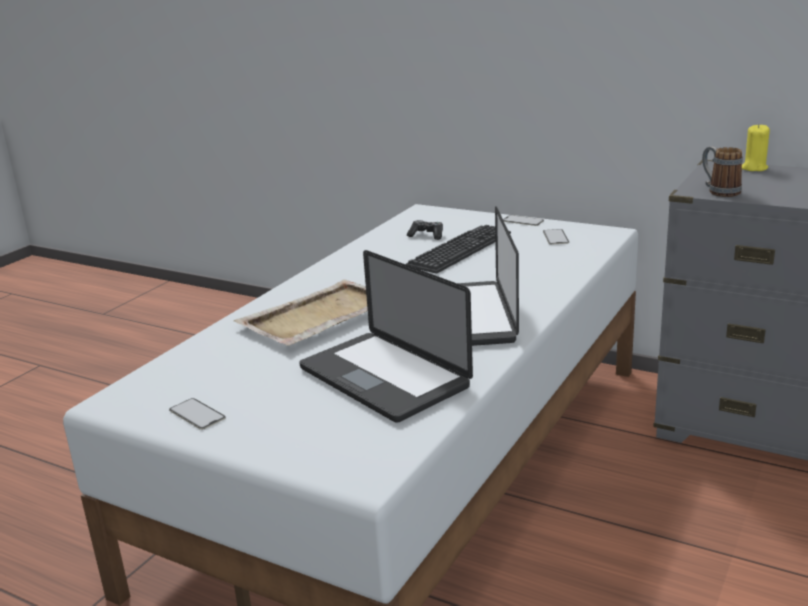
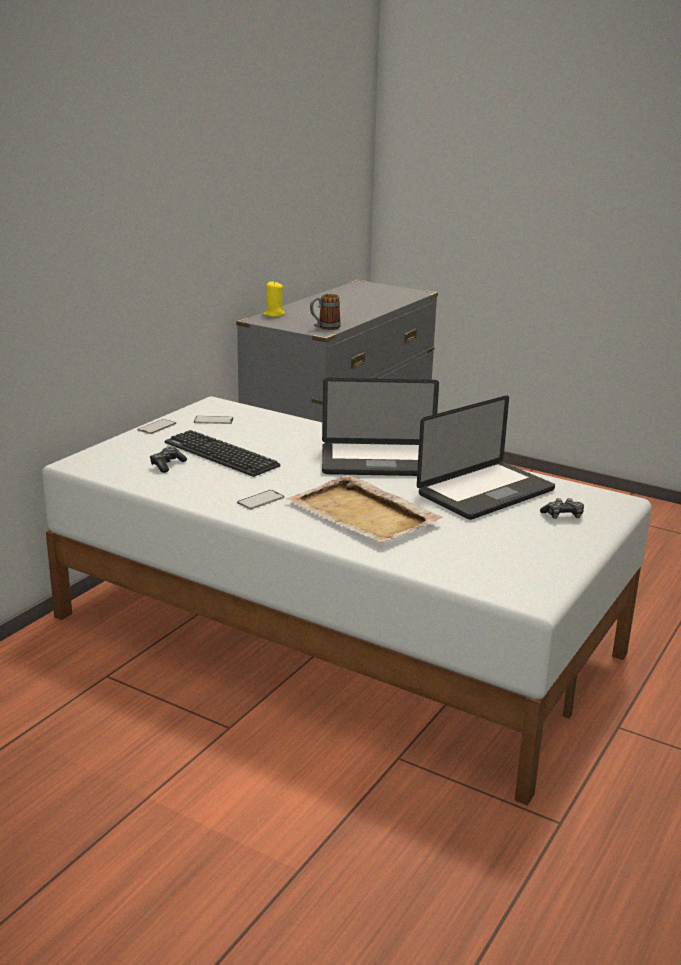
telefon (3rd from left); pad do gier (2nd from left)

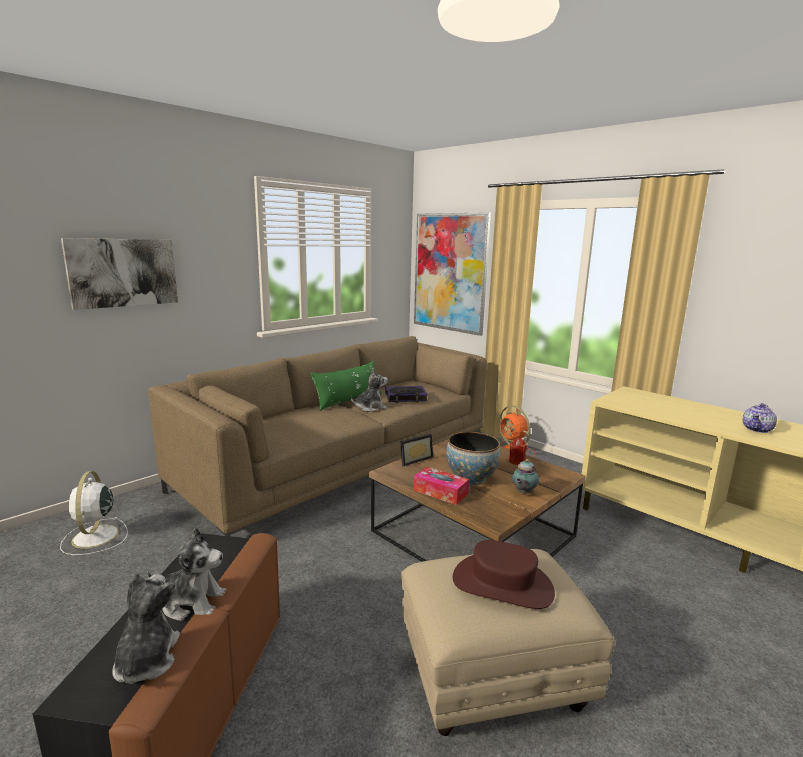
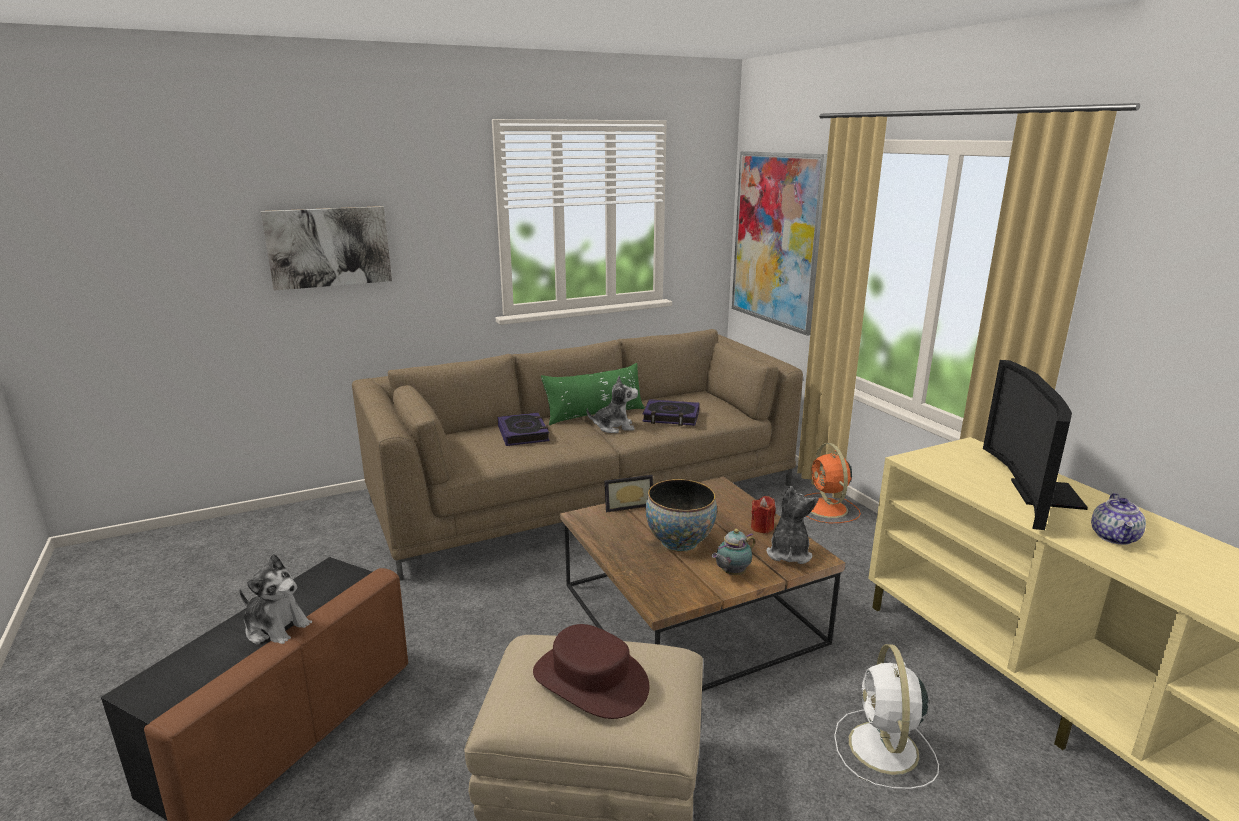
imbryk (2nd from left); pudełko chusteczek; wentylator [biały]; pluszak (3rd from left); telewizor; książka (1st from left)

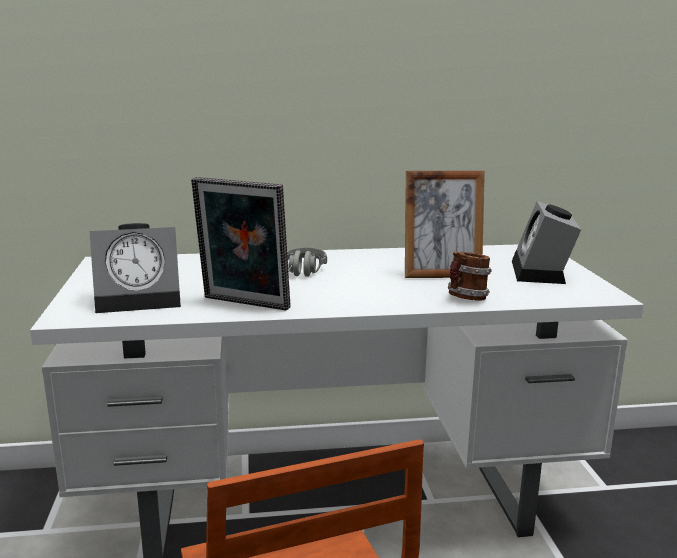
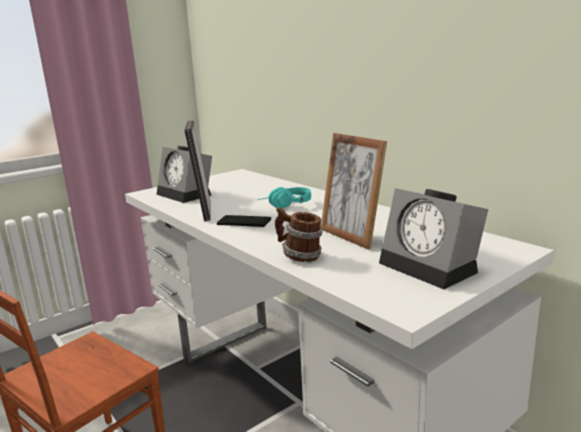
budzik (2nd from left); słuchawki [turkusowy]; telefon

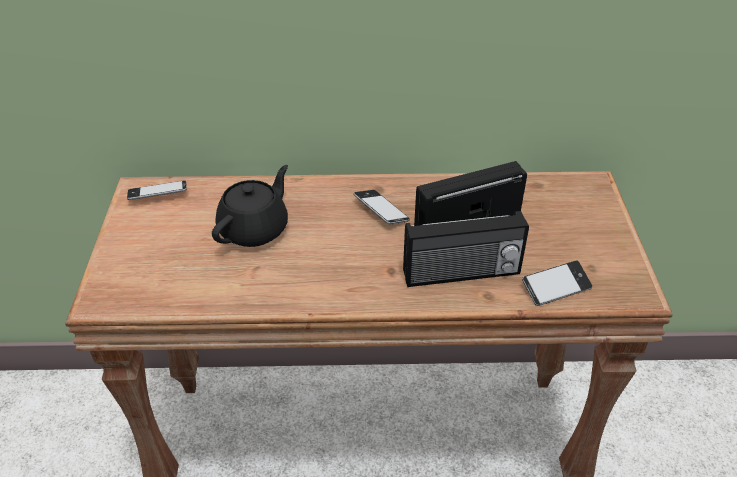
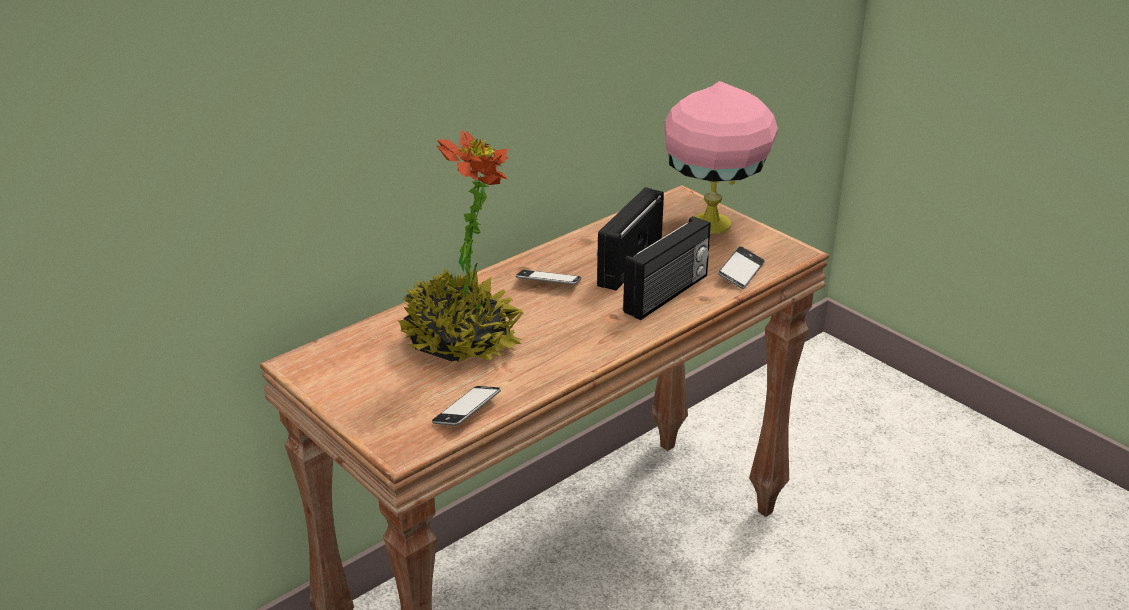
roślina doniczkowa; telefon (1st from left); lampa stołowa [różowy]

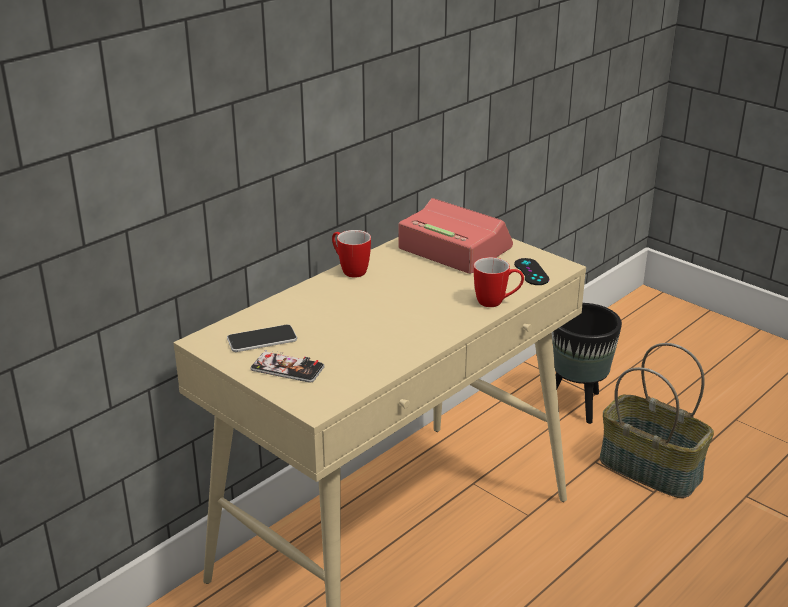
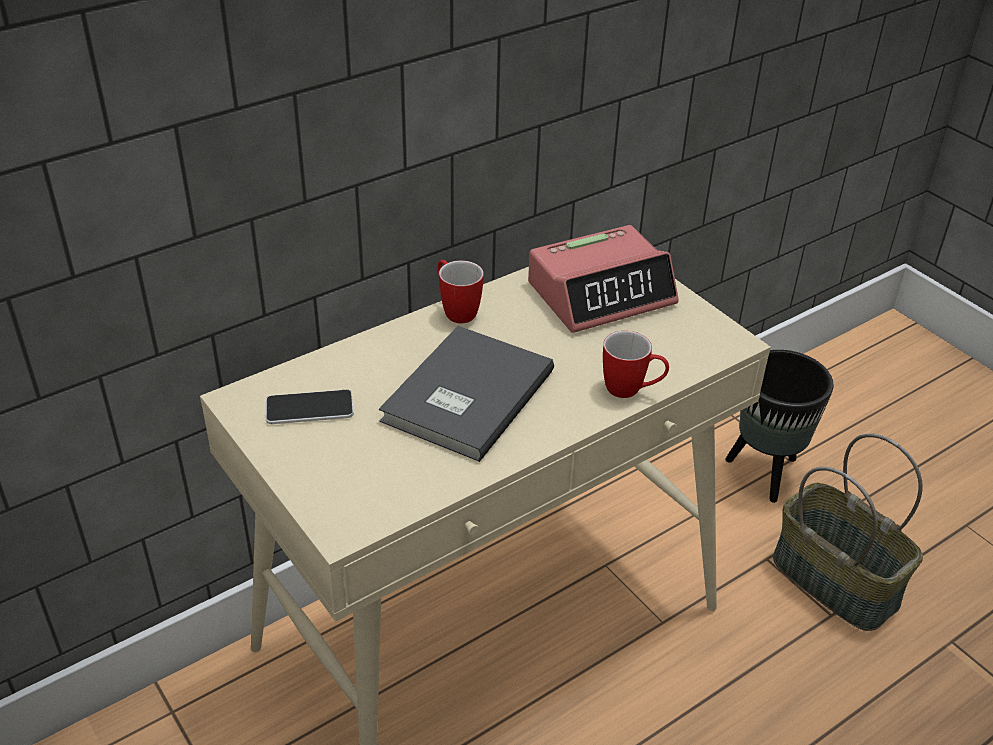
budzik; pad do gier [czarny]; telefon (2nd from left in the first image); książka [szary]

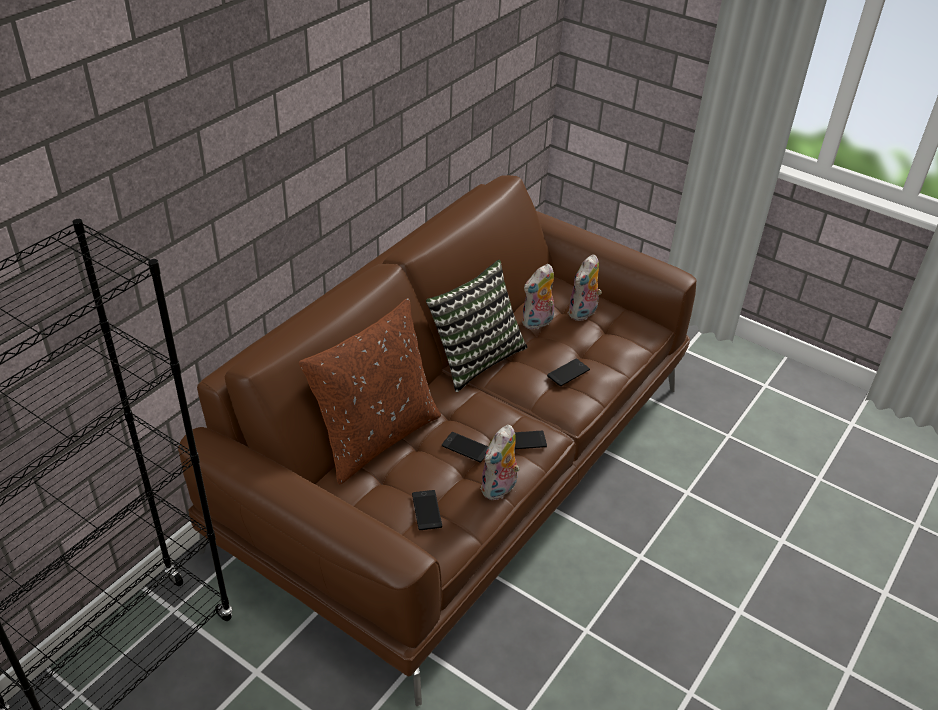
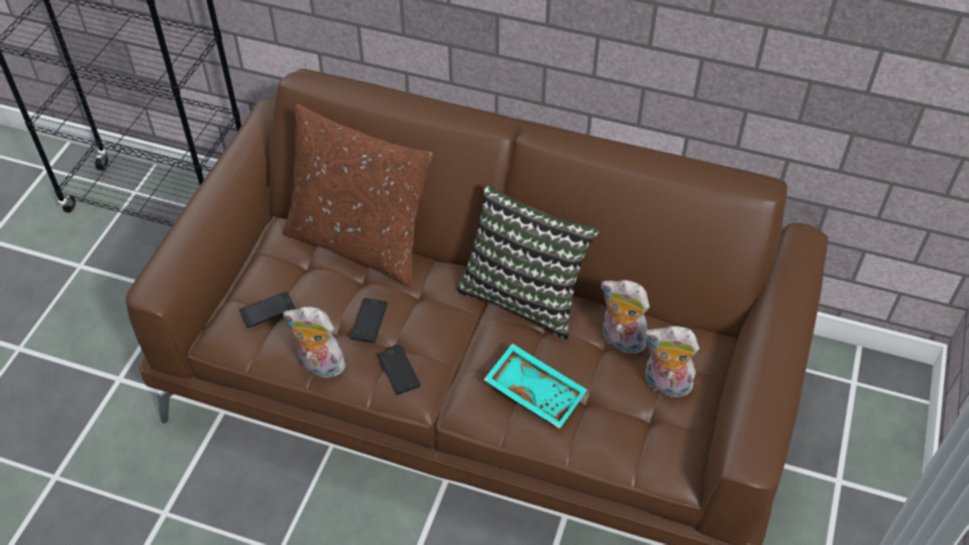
taca [turkusowy]

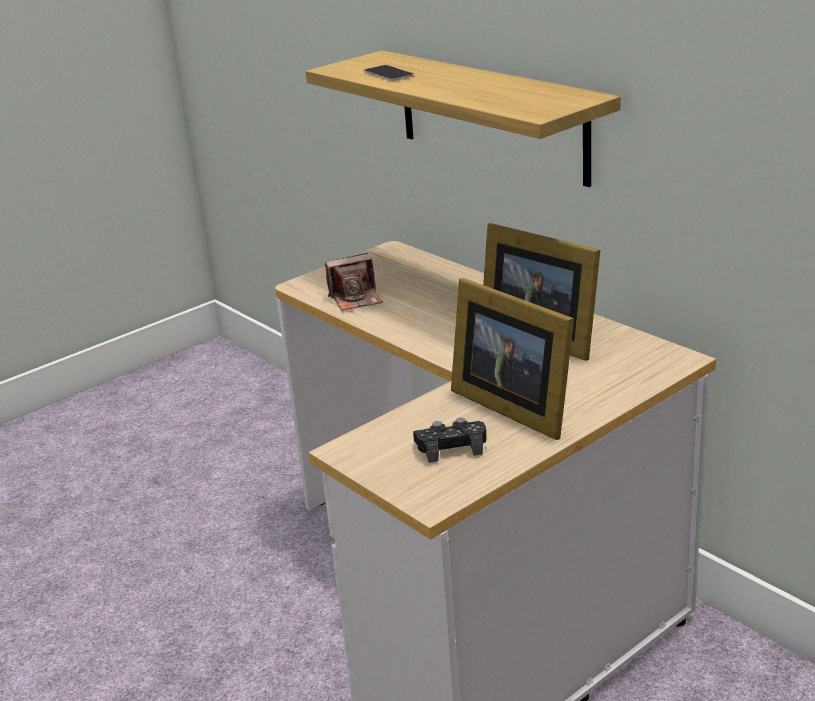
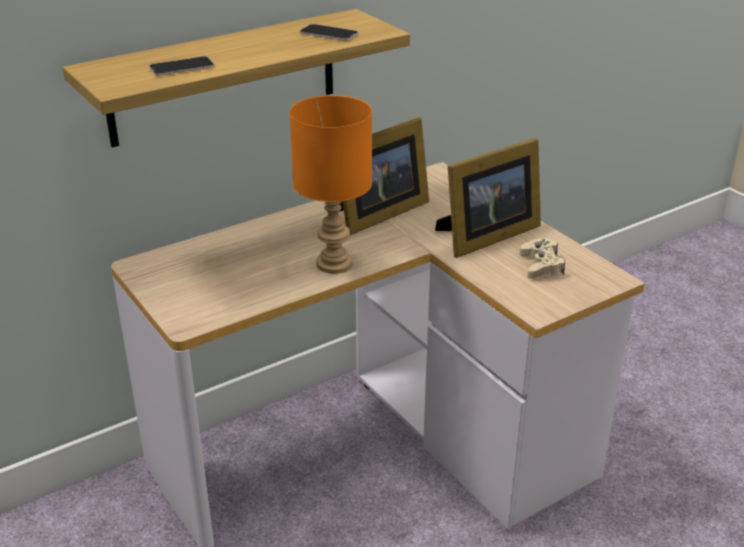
aparat fotograficzny; pad do gier [beżowy]; telefon (2nd from left); lampa stołowa [pomarańczowy]

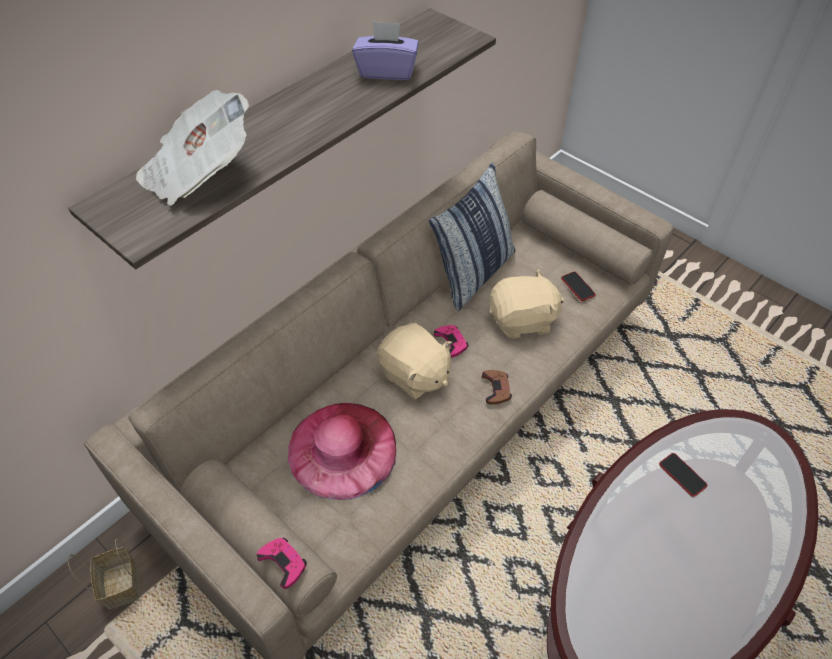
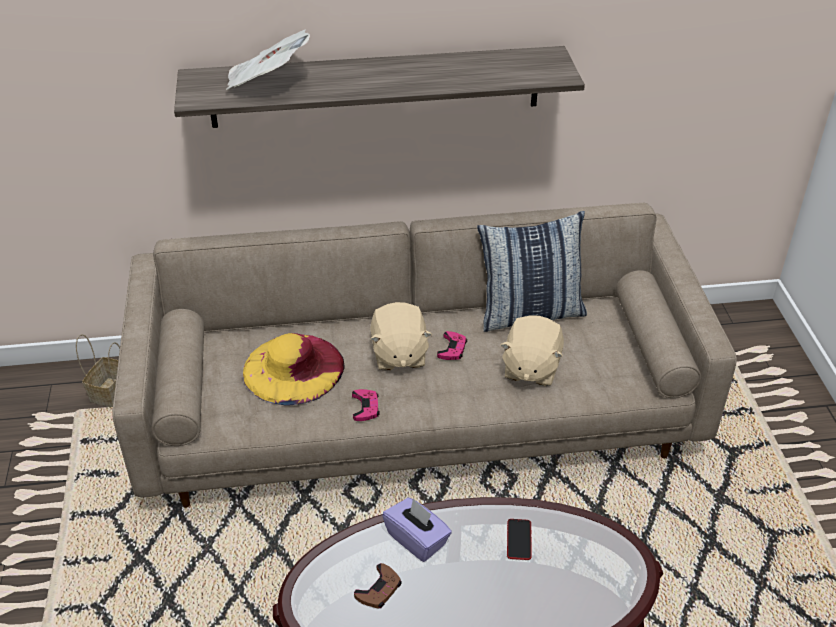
pudełko chusteczek [fioletowy]; pluszak [beżowy] (2nd from left); telefon (1st from left in the first image); pad do gier [brązowy]; kapelusz [żółty]; pad do gier [różowy] (1st from left)

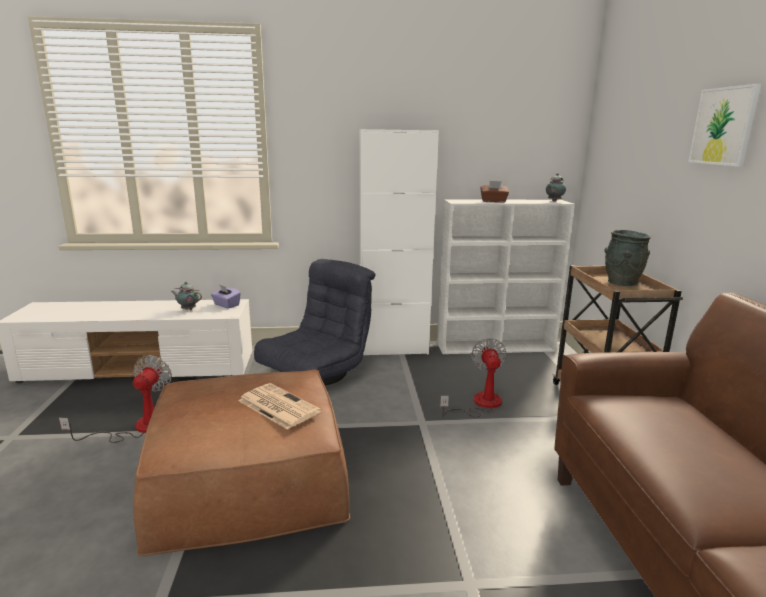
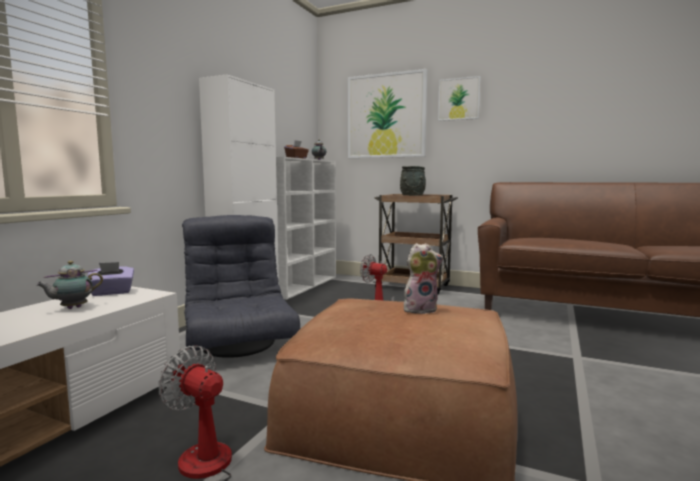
pluszak; obraz (1st from left)

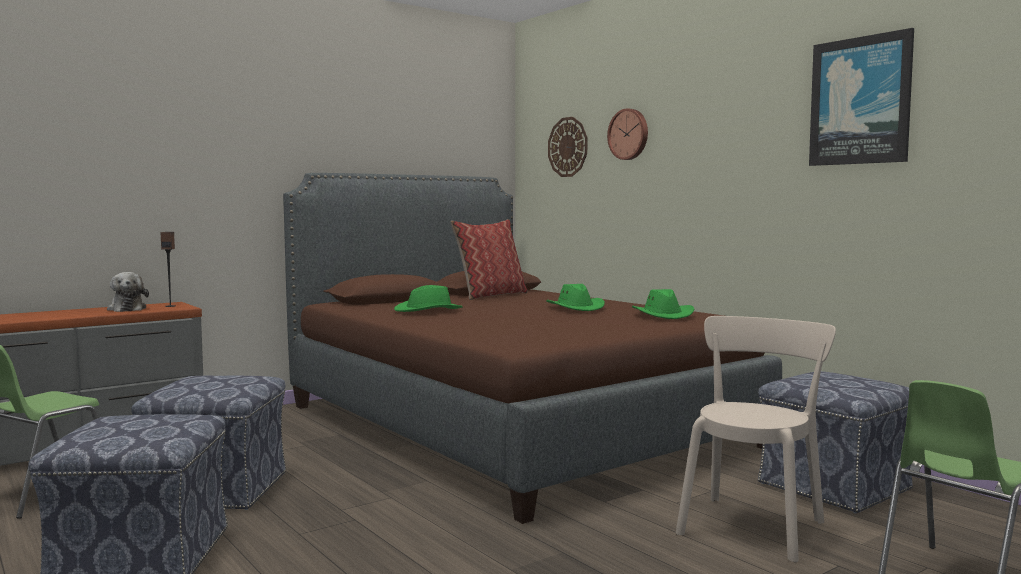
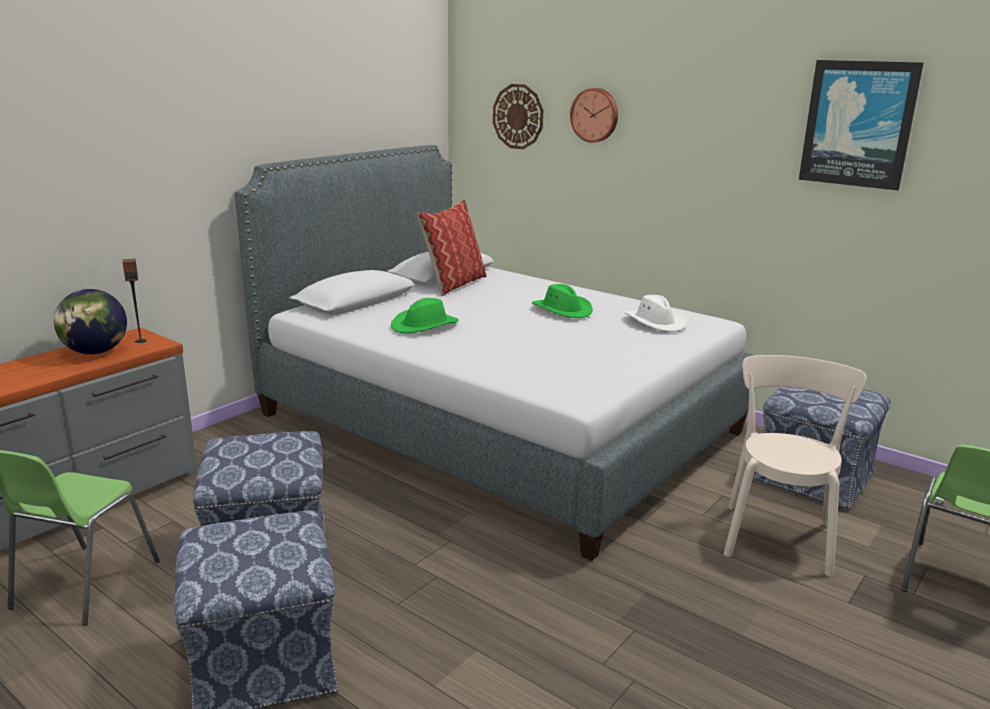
łóżko [szary]; globus; kapelusz [biały]

